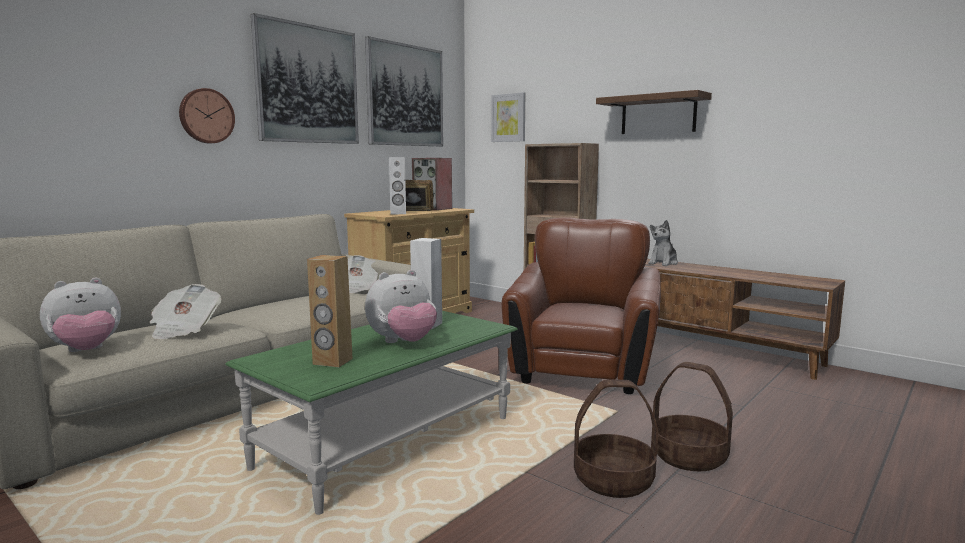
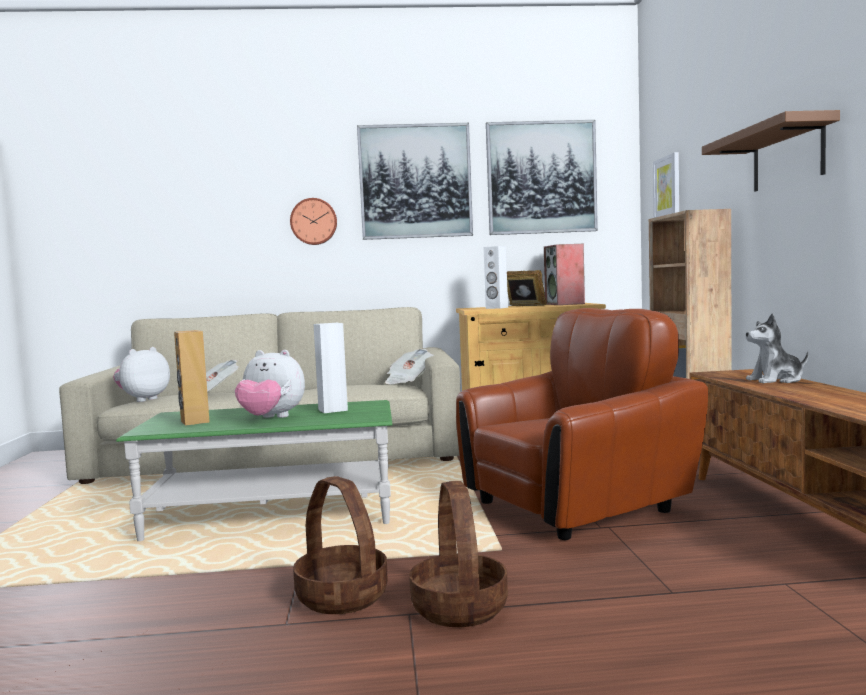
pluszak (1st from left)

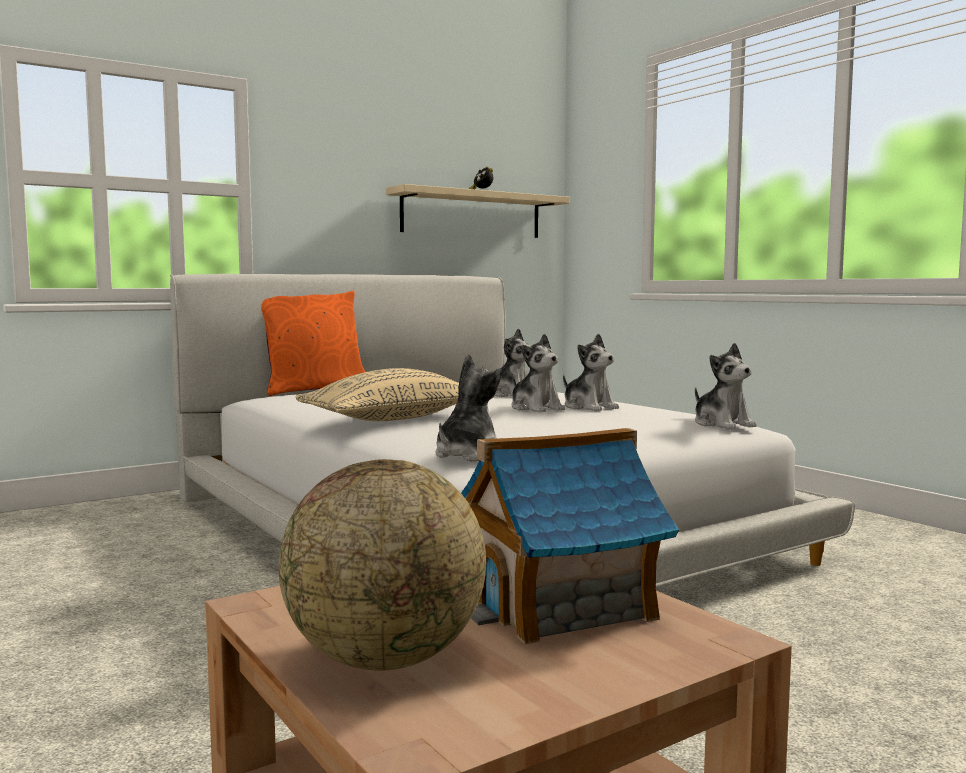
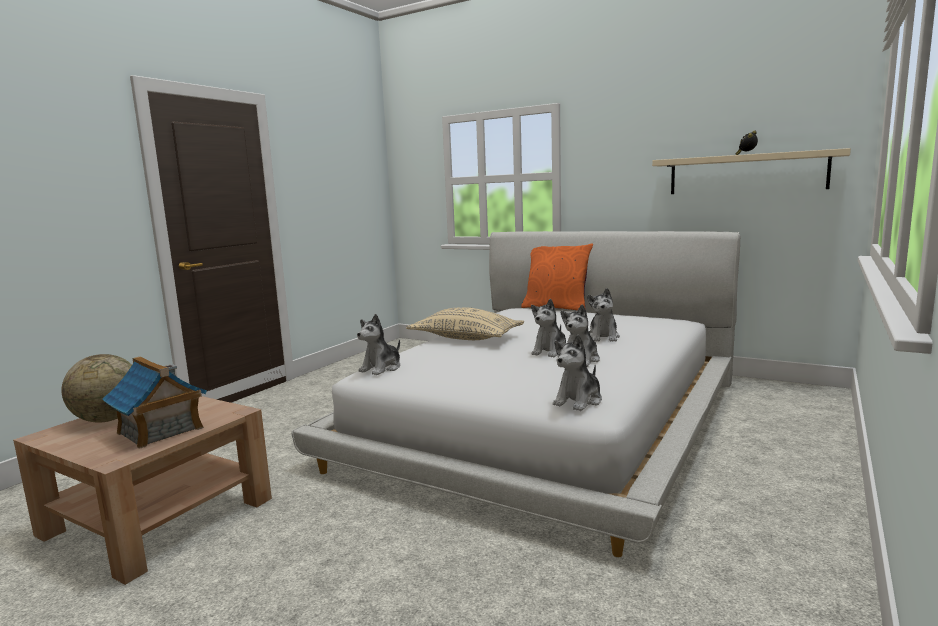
pluszak (1st from left)

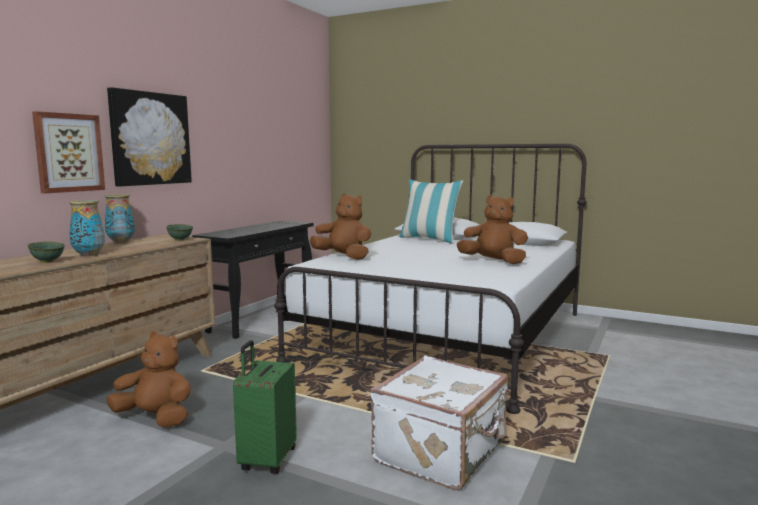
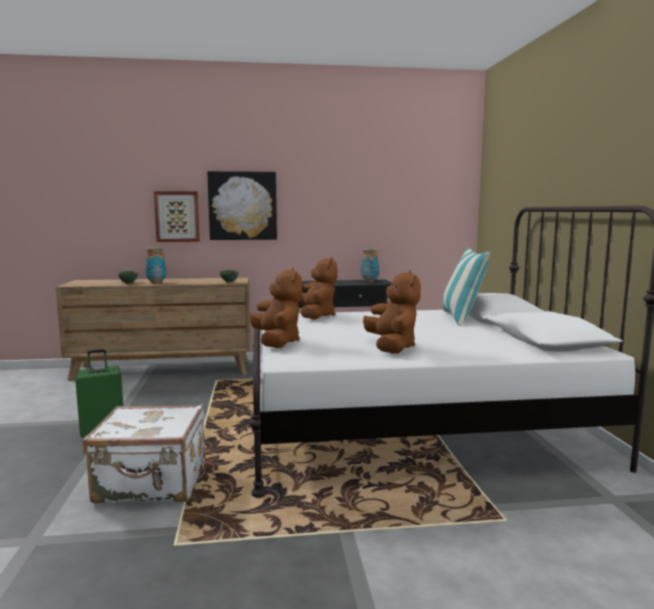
wazon (2nd from left); pluszak [brązowy] (1st from left)

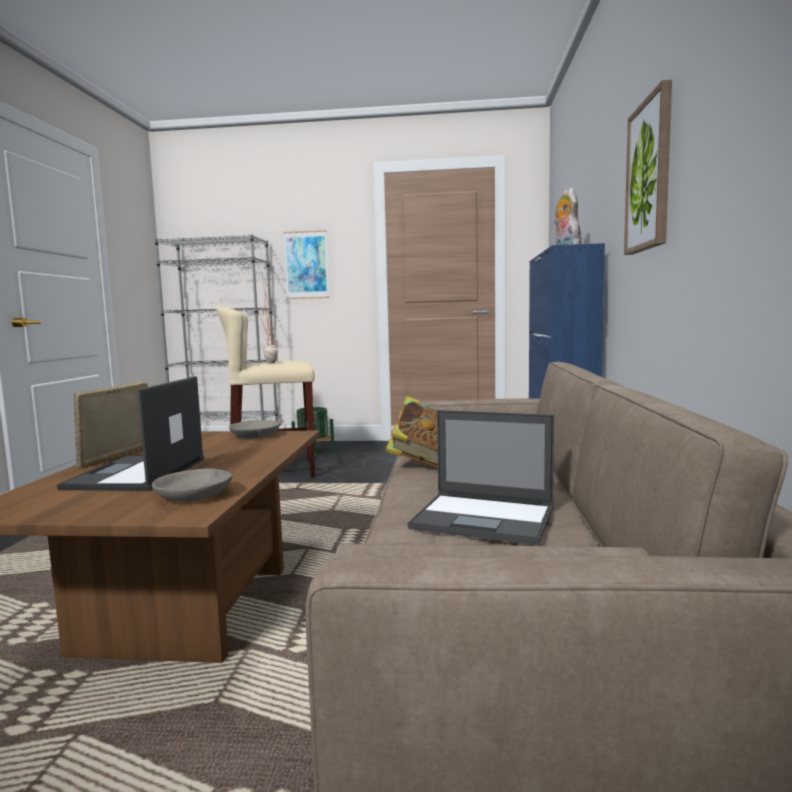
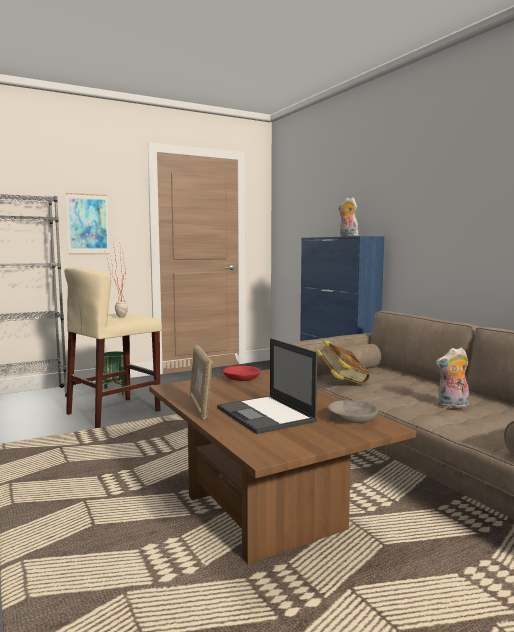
obraz (2nd from left in the first image); pluszak (2nd from left); miska [czerwony]

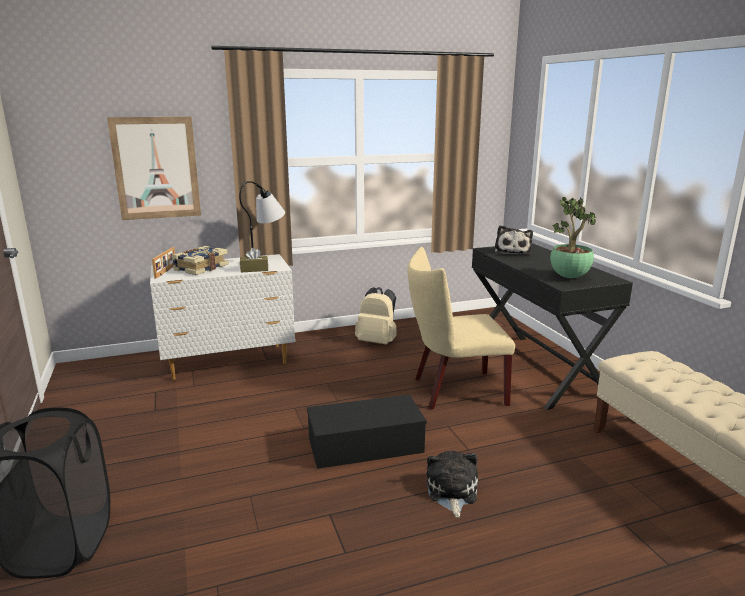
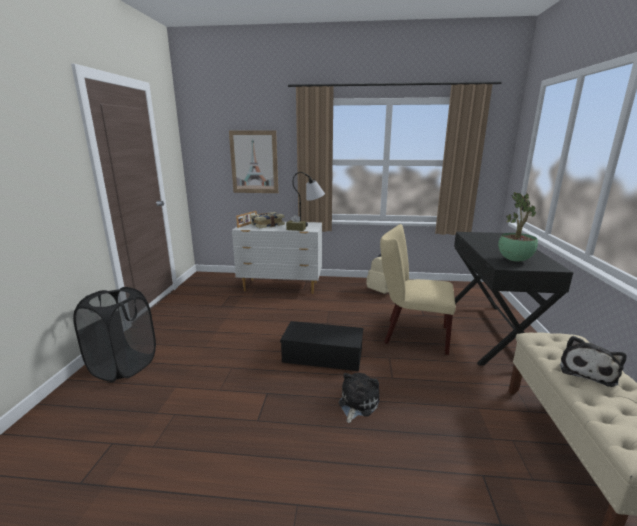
pluszak (2nd from left)

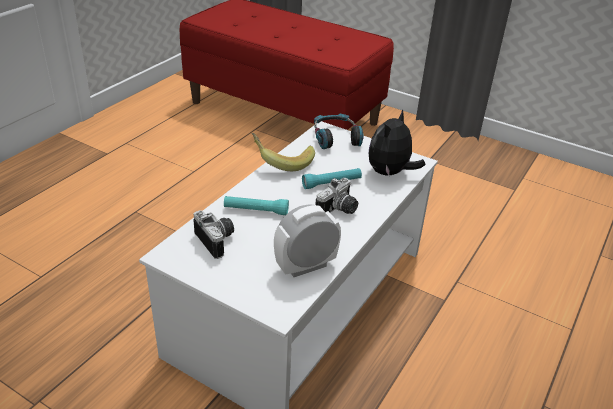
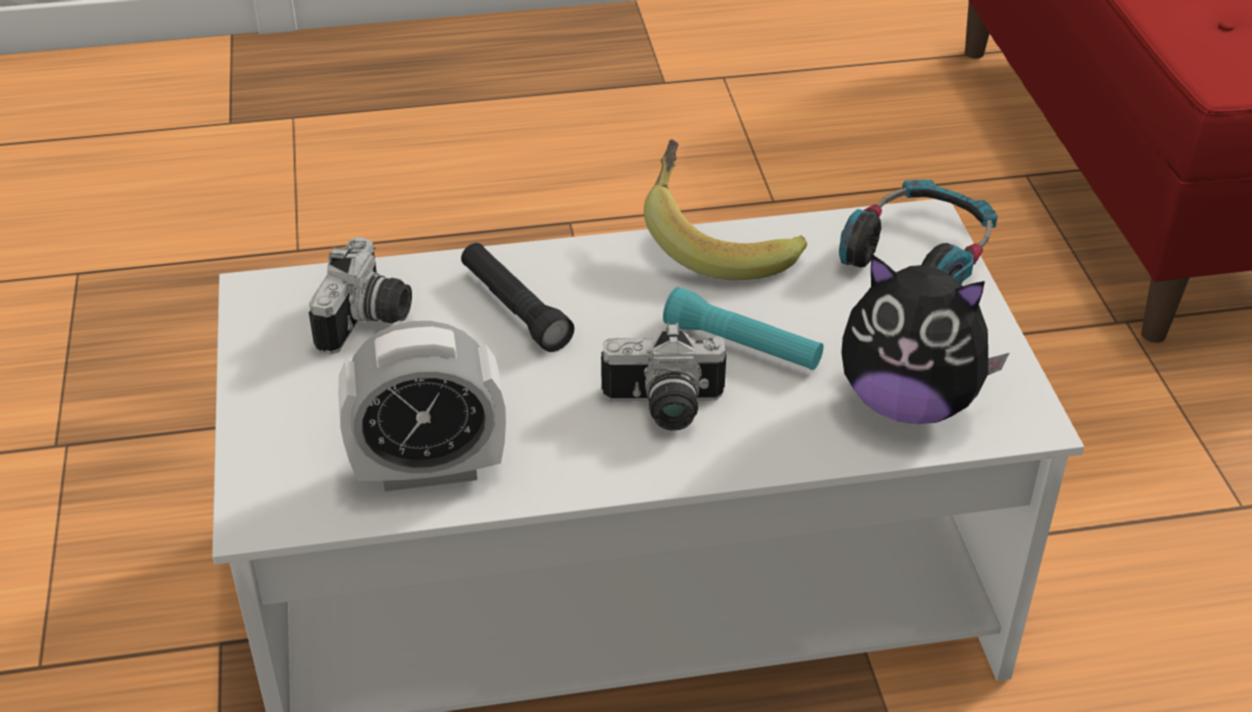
pluszak; latarka [czarny]; budzik

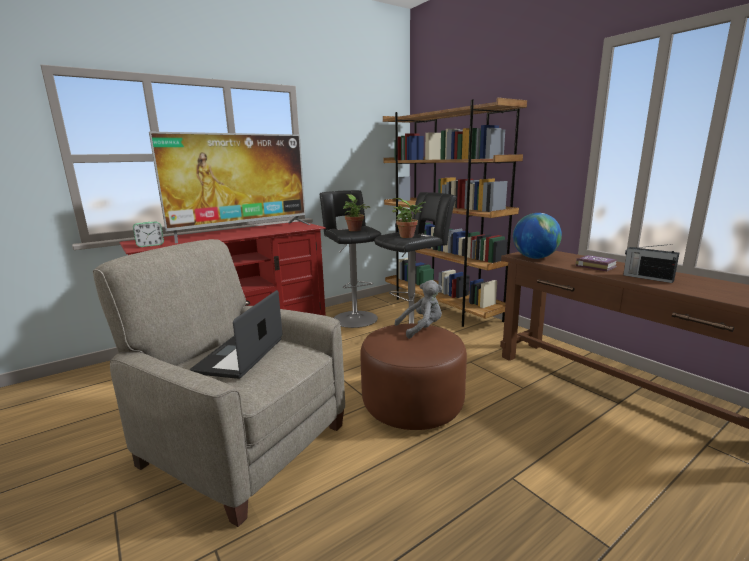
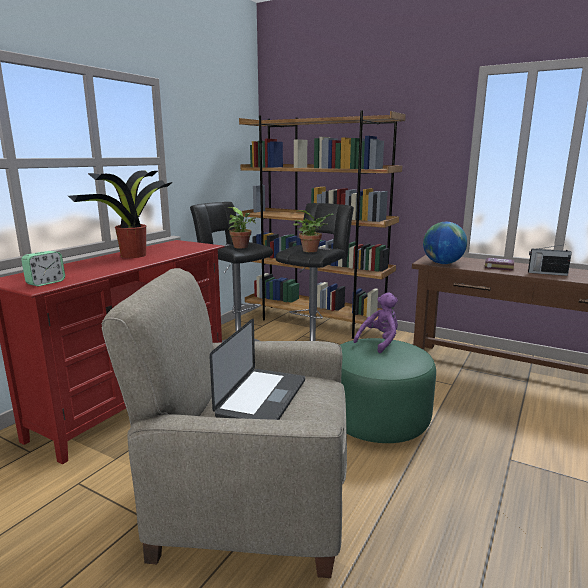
roślina doniczkowa (1st from left); pluszak [fioletowy]; laptop; pufa [zielony]

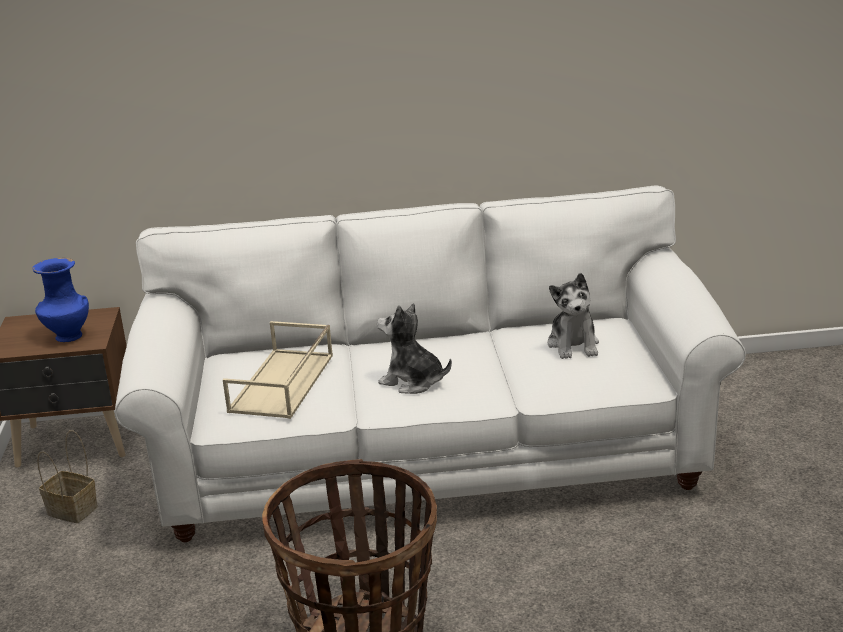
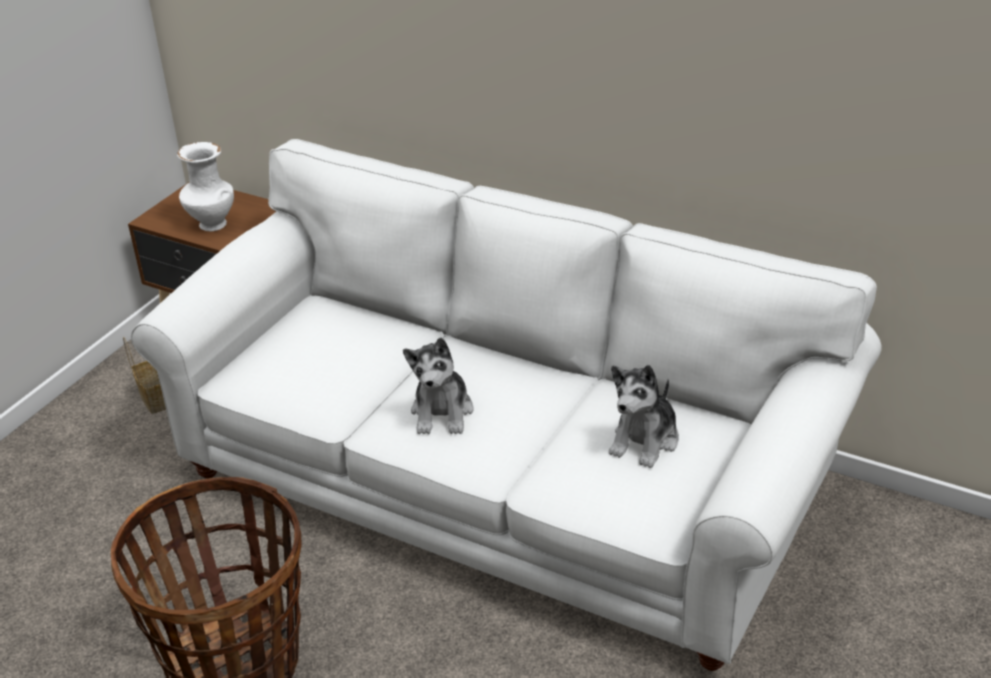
wazon [biały]; pluszak (1st from left); taca [beżowy]

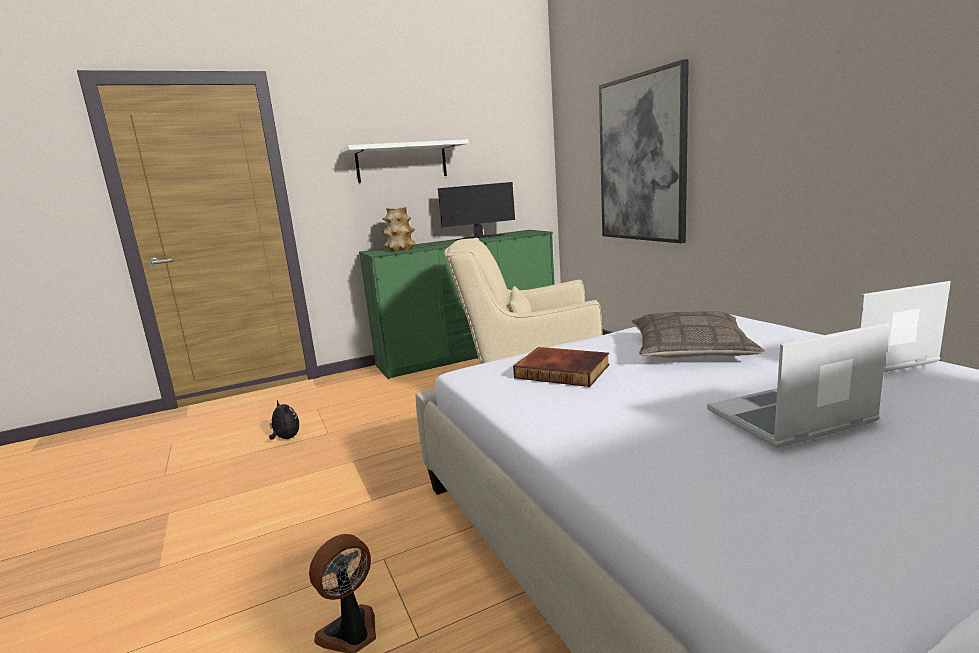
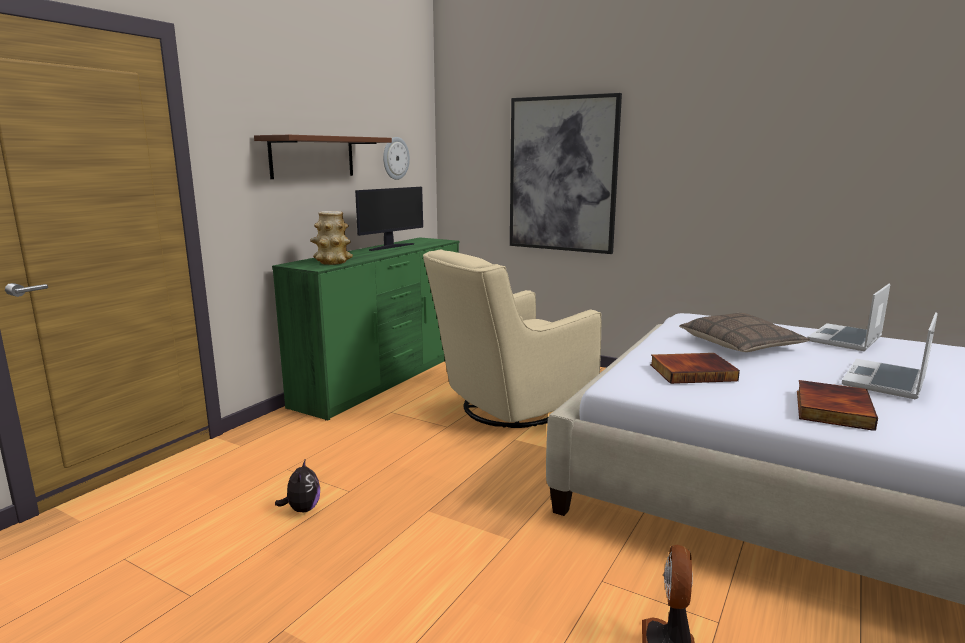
półka [brązowy]; pluszak; zegar ścienny; książka (2nd from left)

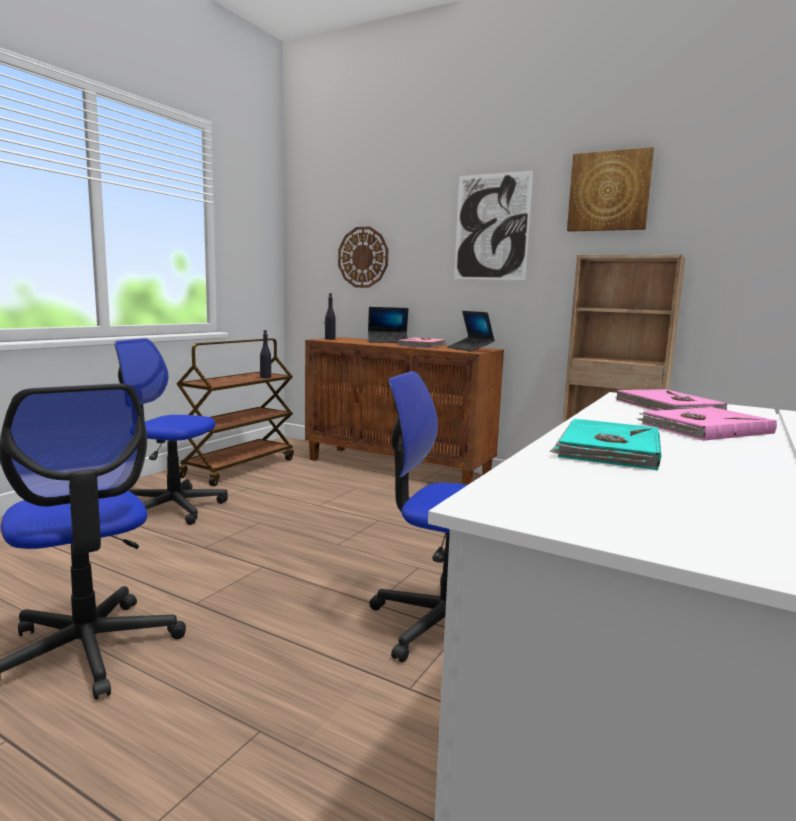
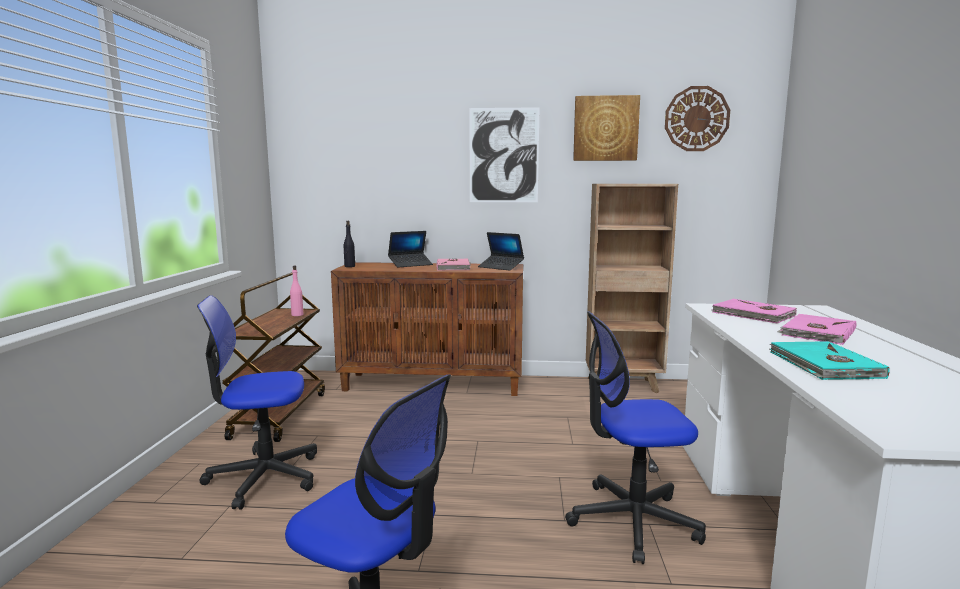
zegar ścienny; butelka [różowy]

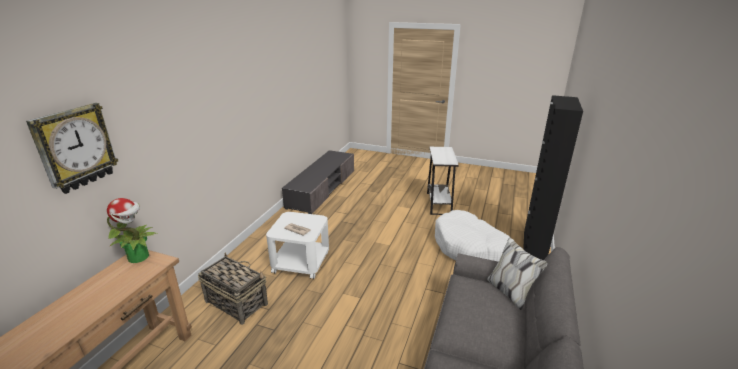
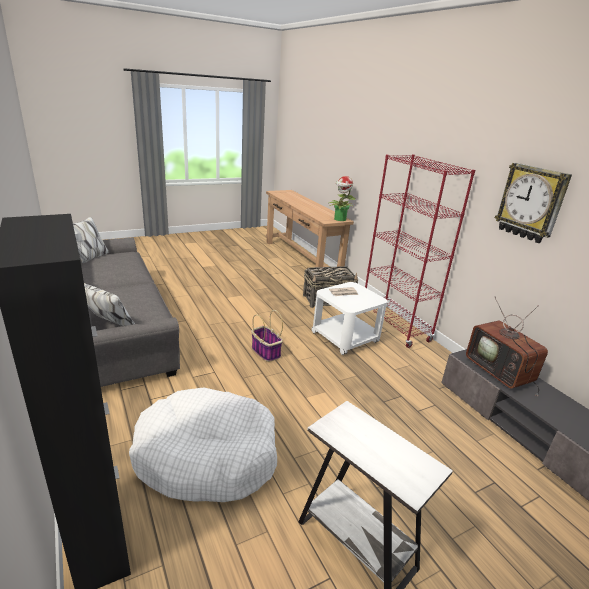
zegar ścienny; regał [czerwony]; telewizor; koszyk (1st from left)

